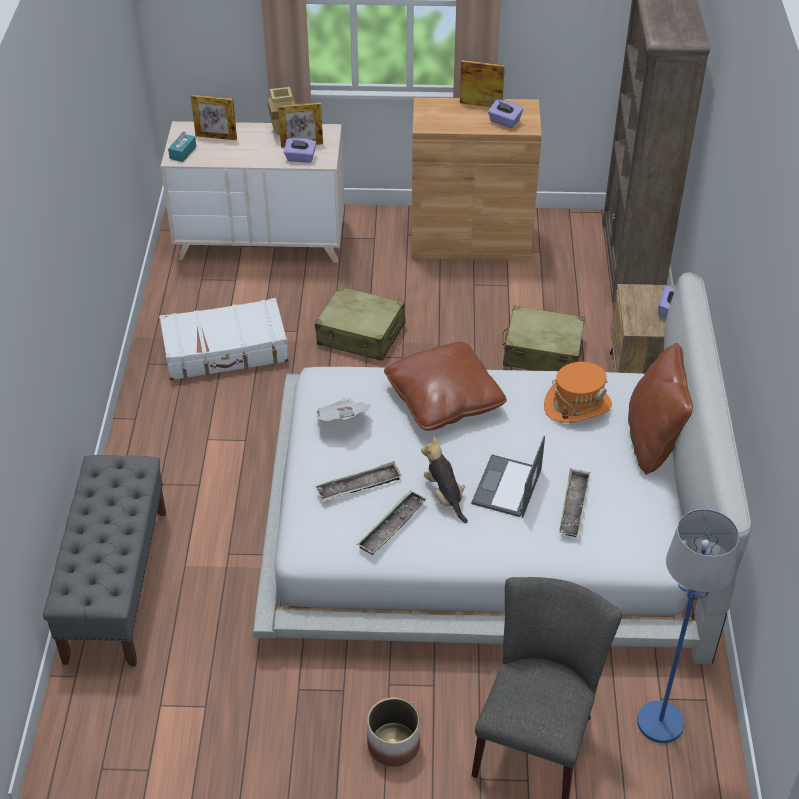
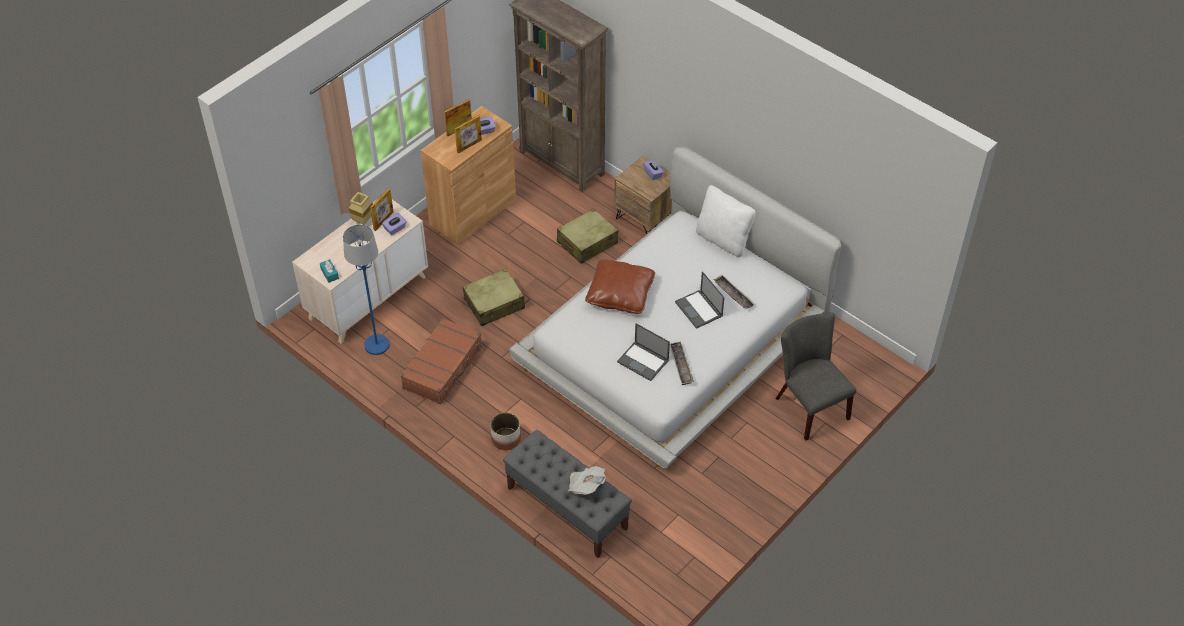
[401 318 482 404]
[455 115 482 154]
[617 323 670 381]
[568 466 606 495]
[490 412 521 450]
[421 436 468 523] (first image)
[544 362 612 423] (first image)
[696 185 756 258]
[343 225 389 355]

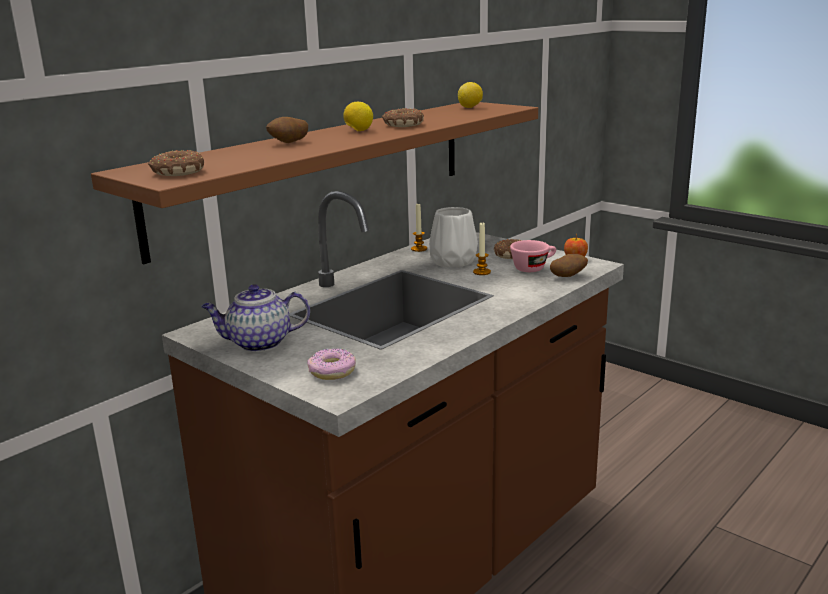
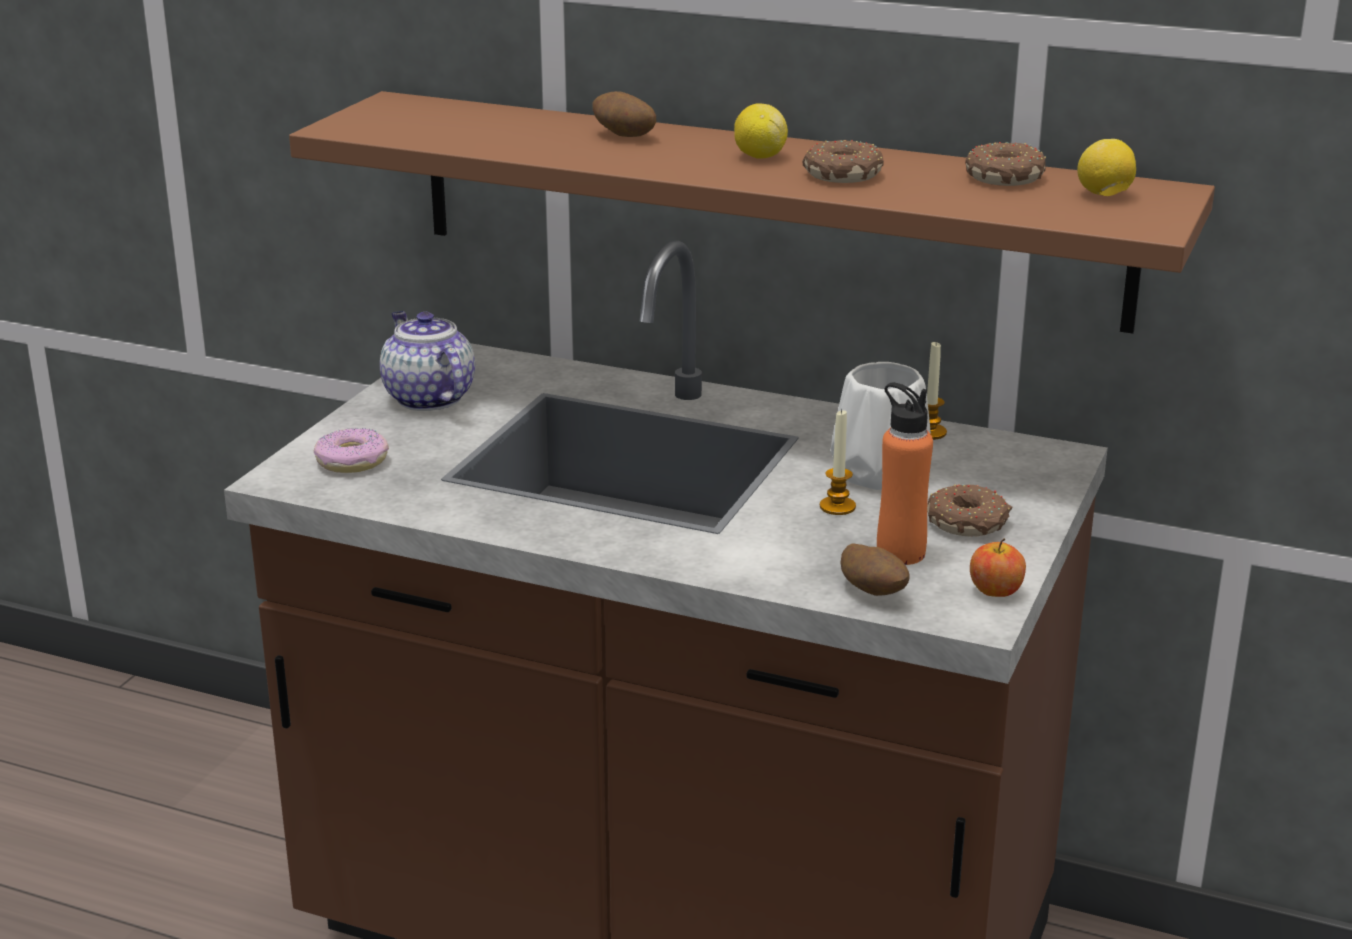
[965 142 1046 186]
[877 383 933 565]

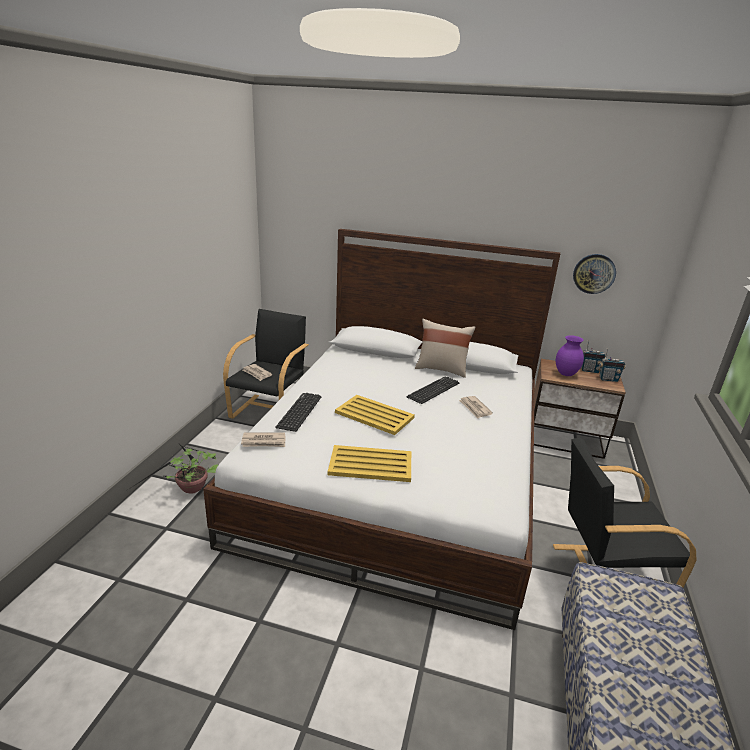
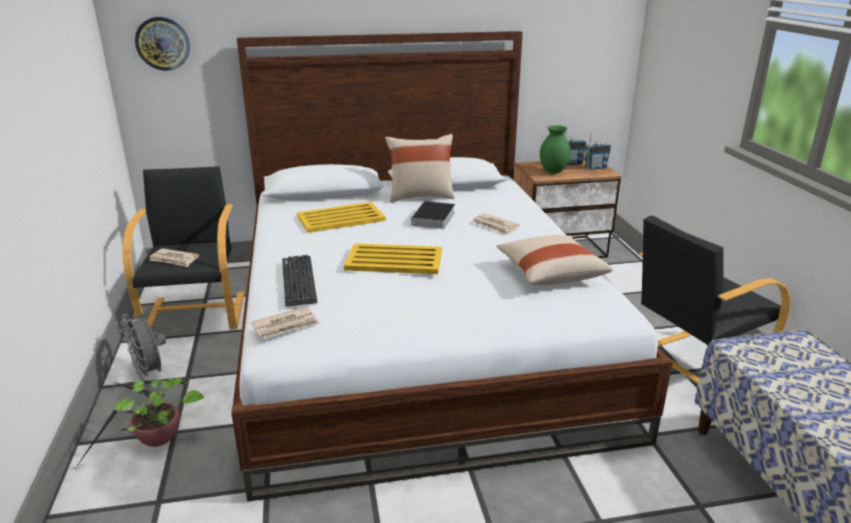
[297 202 386 233]
[411 201 455 229]
[540 125 571 174]
[135 17 190 71]
[121 313 166 381]
[496 235 613 285]

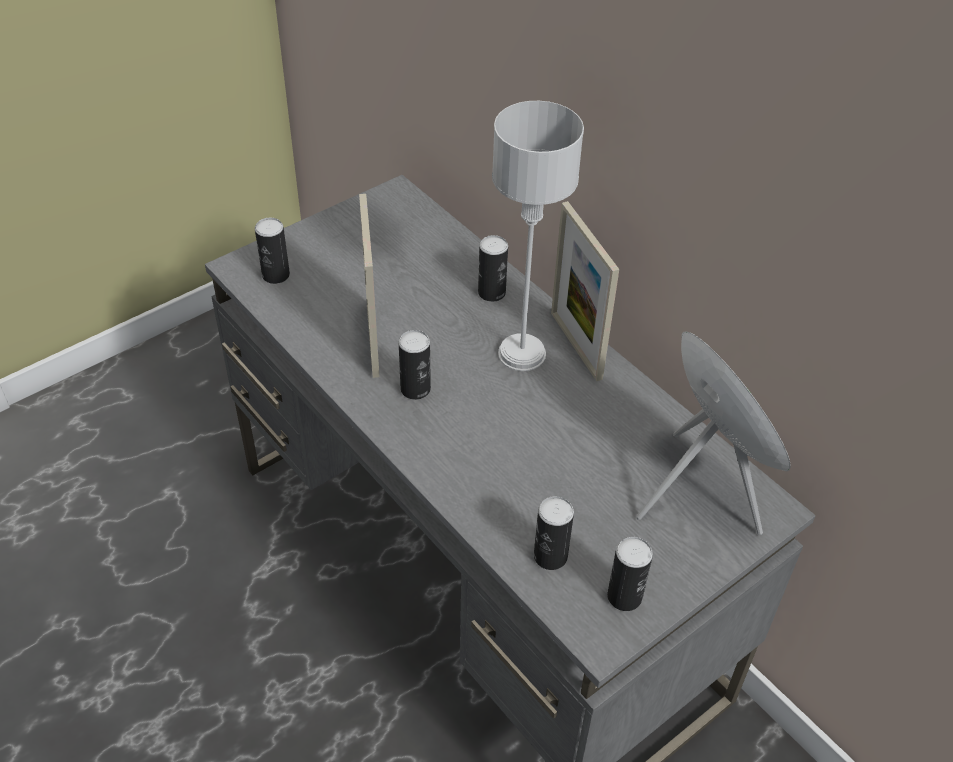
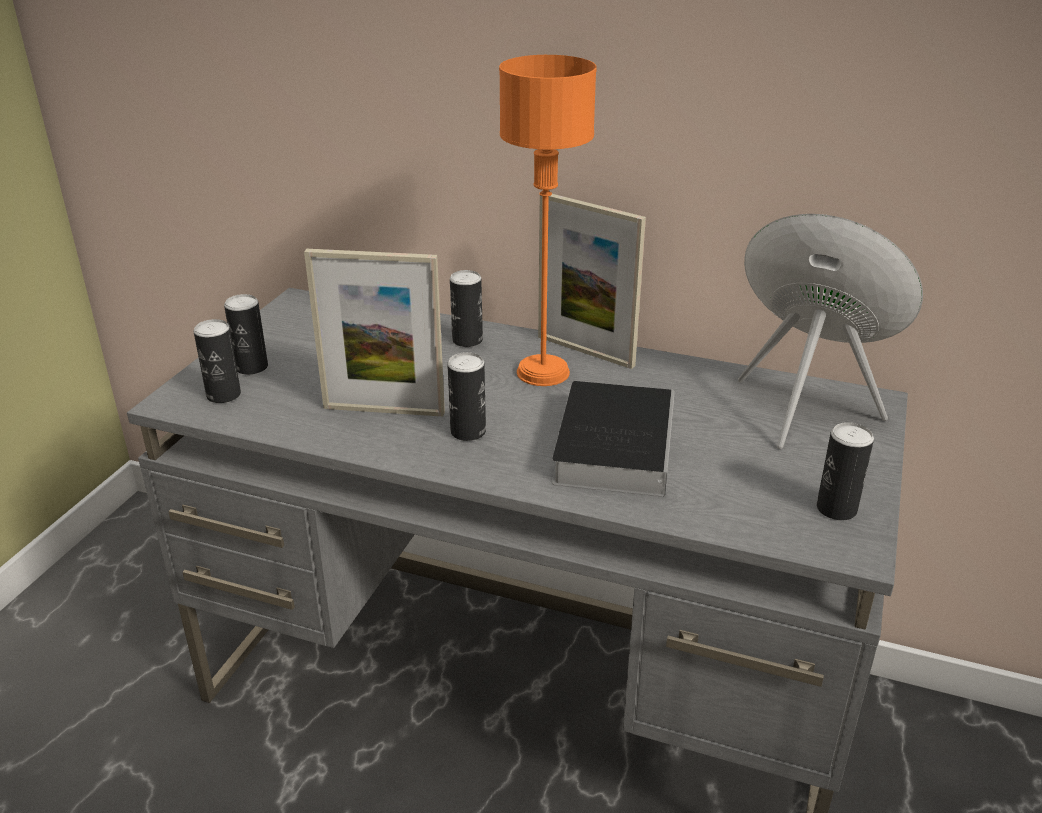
[304 249 445 416]
[499 55 597 386]
[224 294 268 375]
[552 381 675 497]

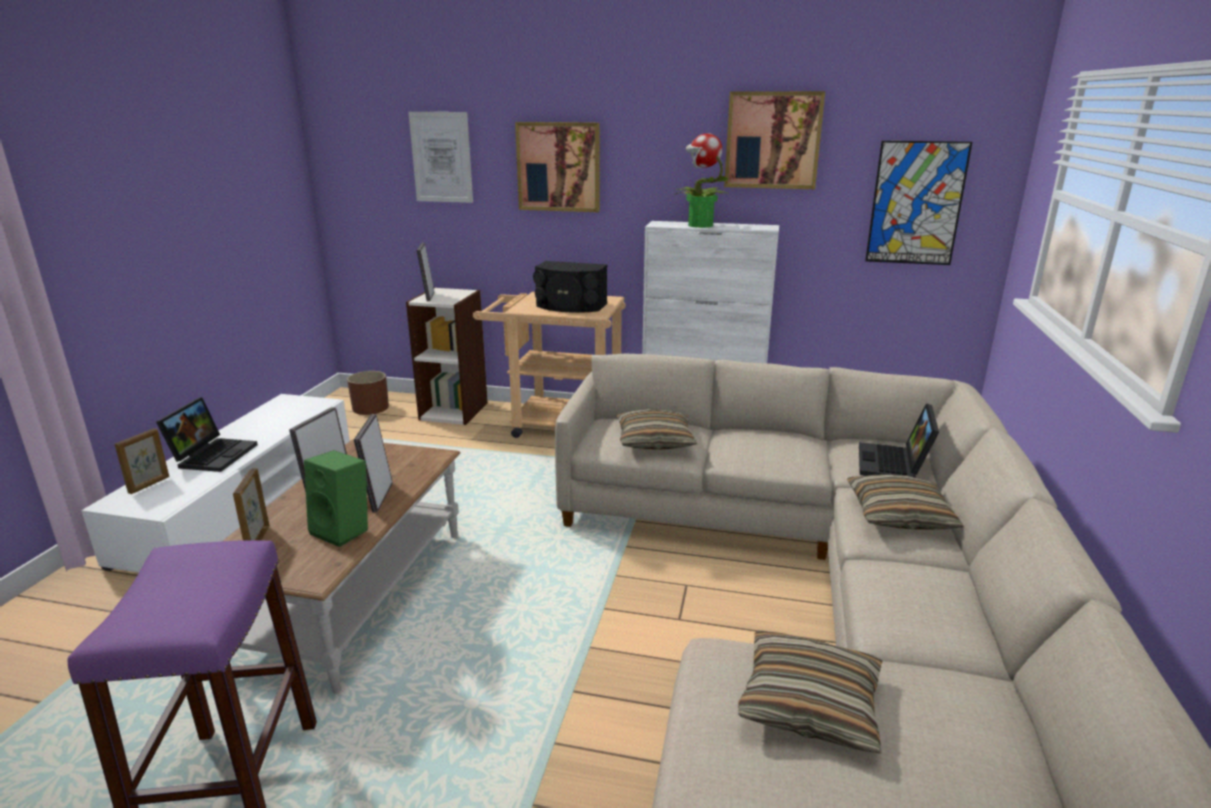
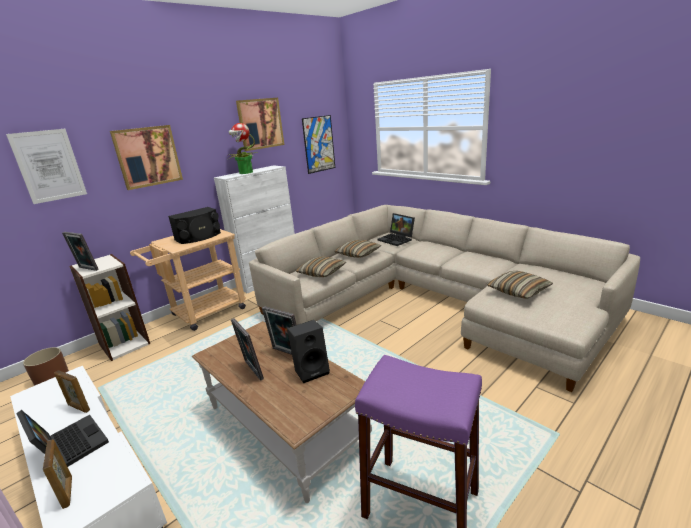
[54 370 90 413]
[287 320 330 383]
[334 240 381 258]

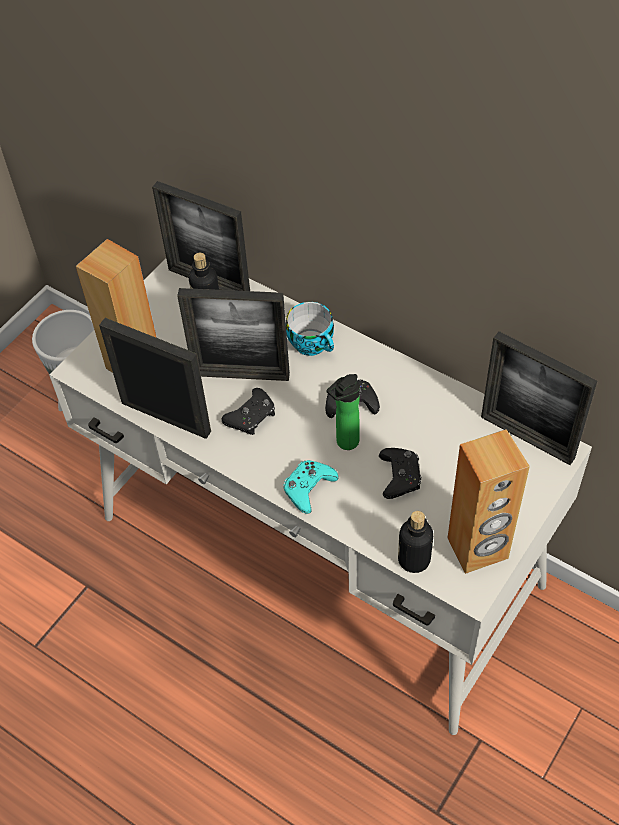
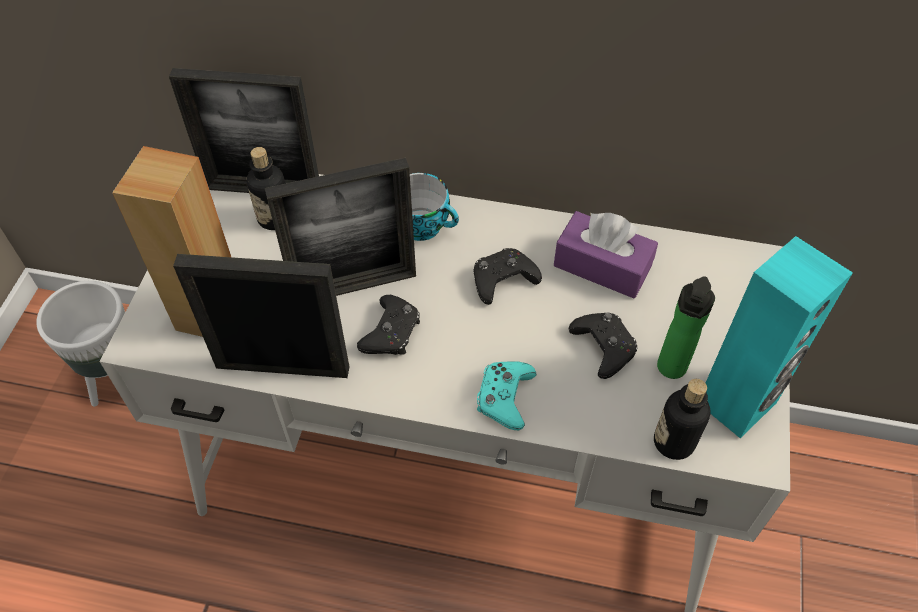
[657 276 715 379]
[706 236 853 438]
[481 331 598 465] (first image)
[554 211 658 298]

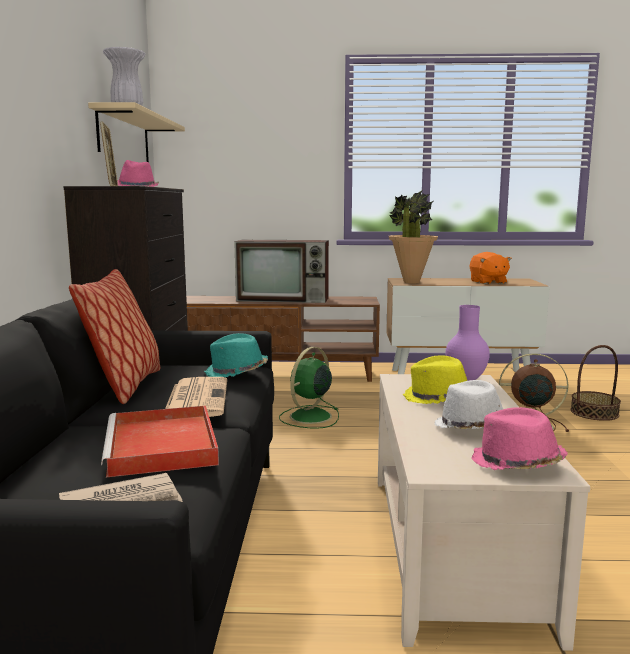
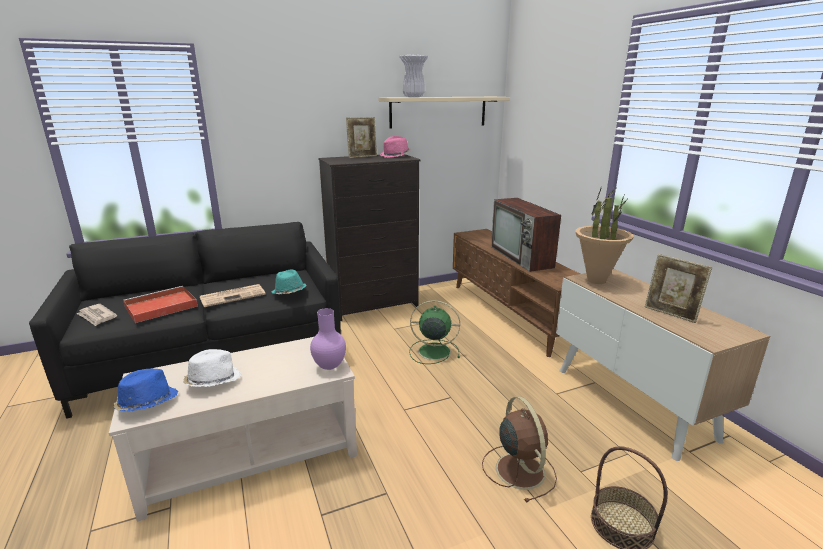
[69 269 161 404] (first image)
[403 355 467 404] (first image)
[645 254 712 323]
[114 368 178 411]

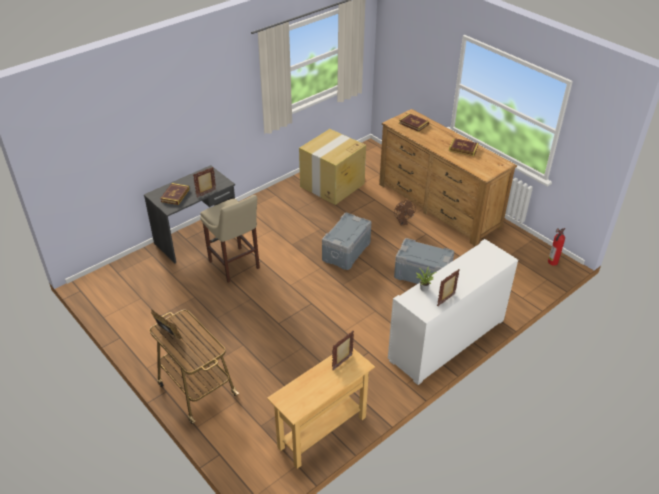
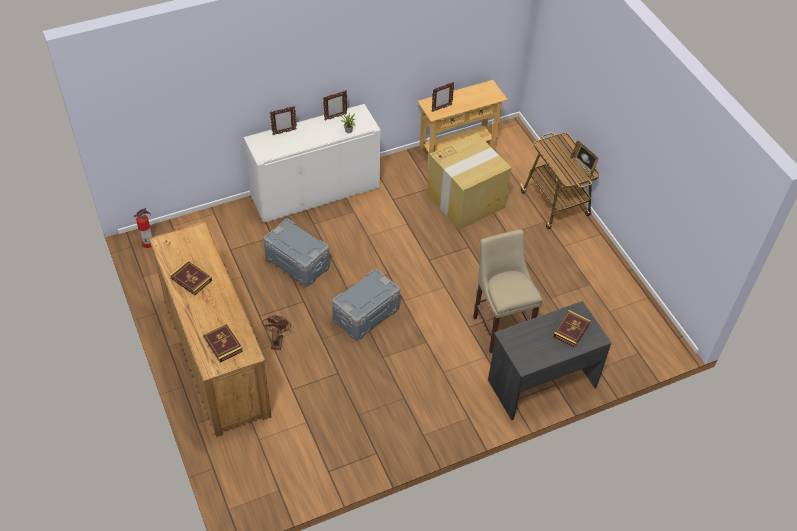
[270 106 297 135]
[427 133 512 230]

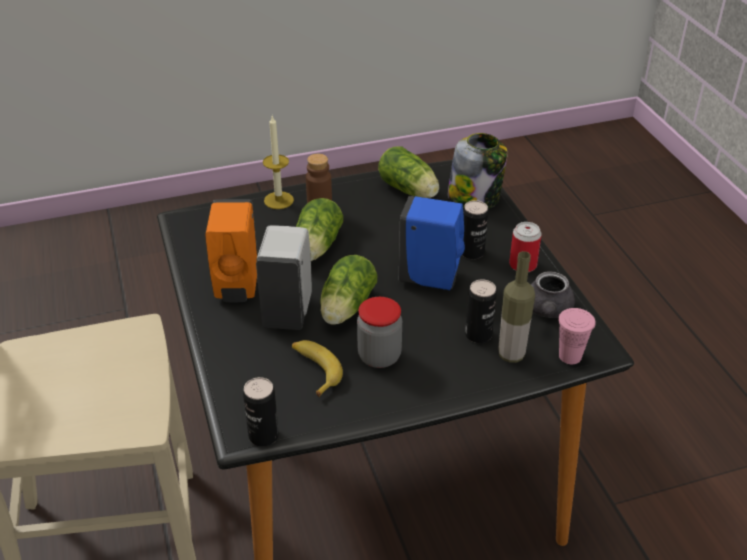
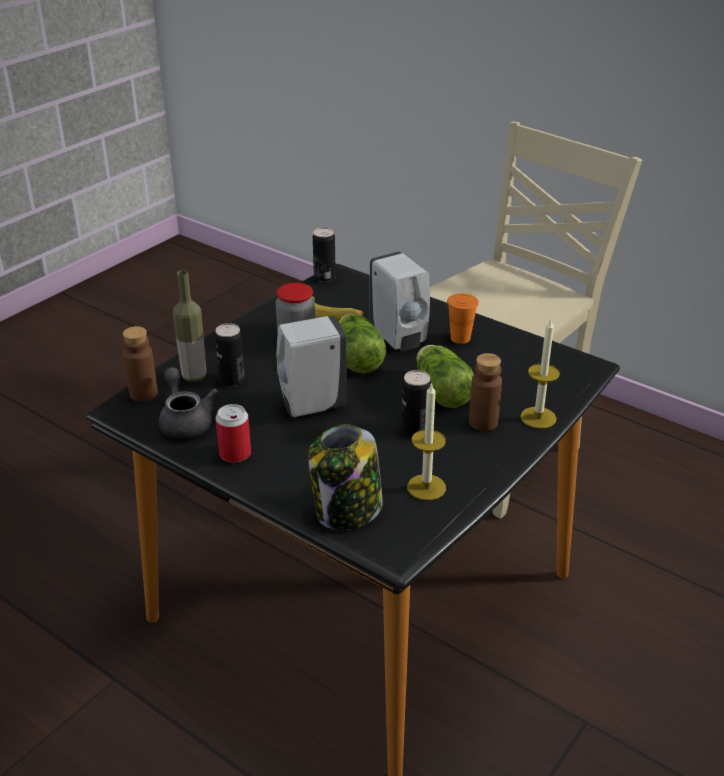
[447 293 479 344]
[407 382 446 500]
[276 316 347 417]
[402 370 431 437]
[123 326 158 402]

